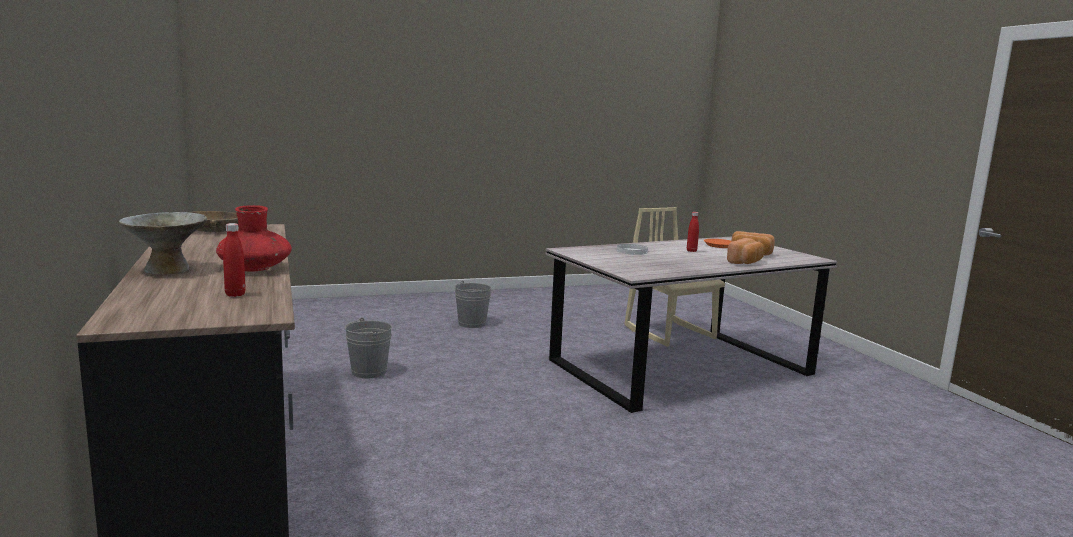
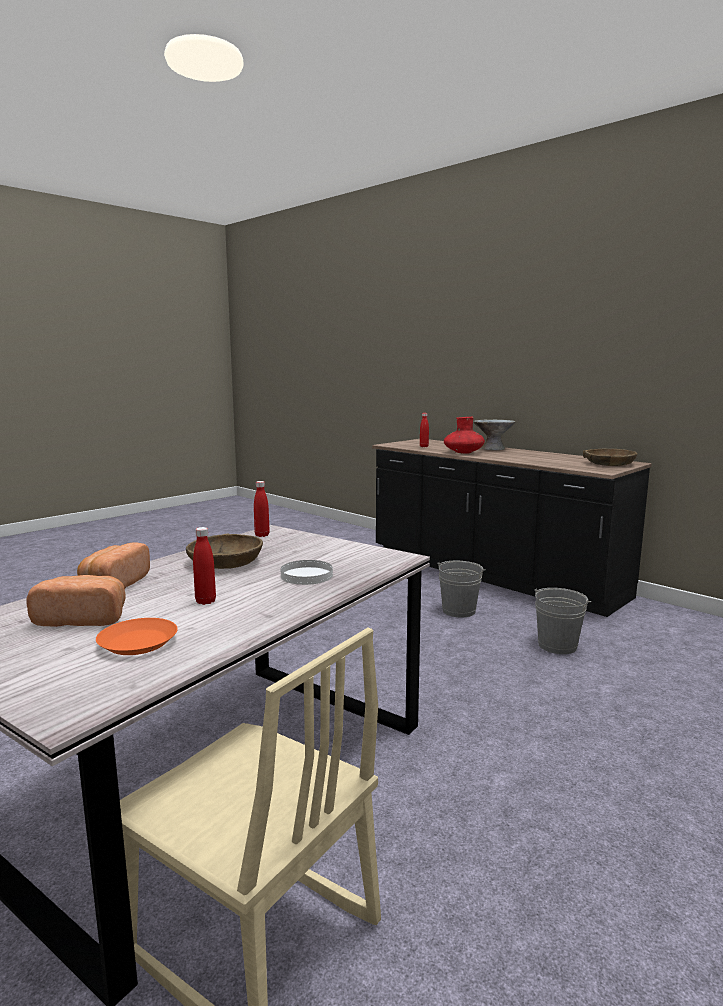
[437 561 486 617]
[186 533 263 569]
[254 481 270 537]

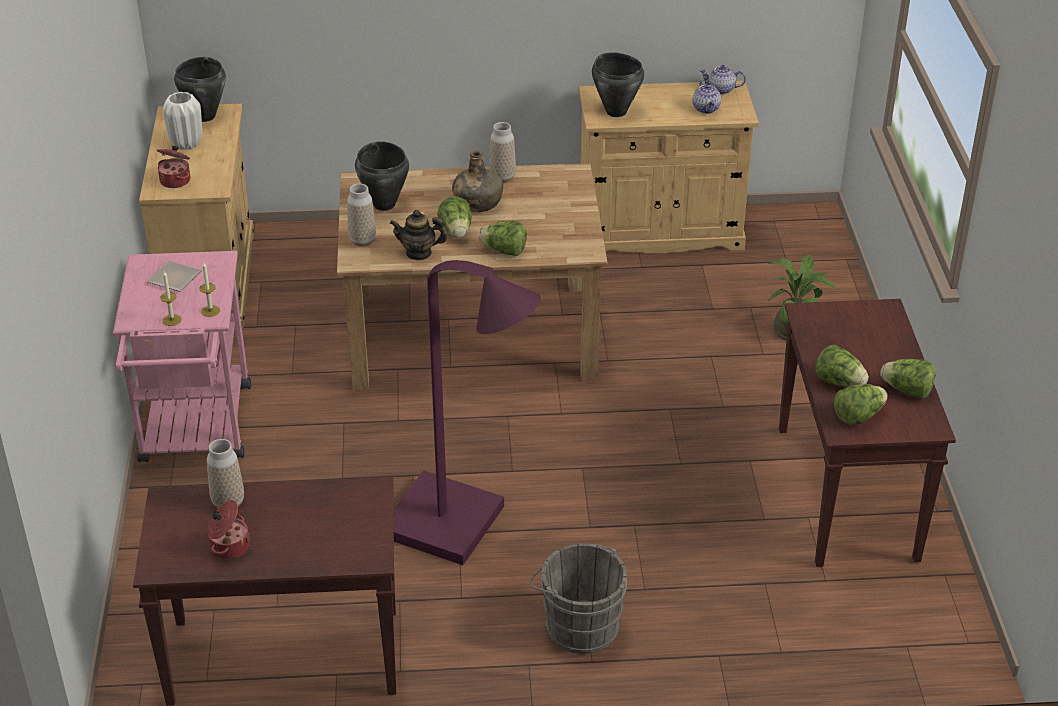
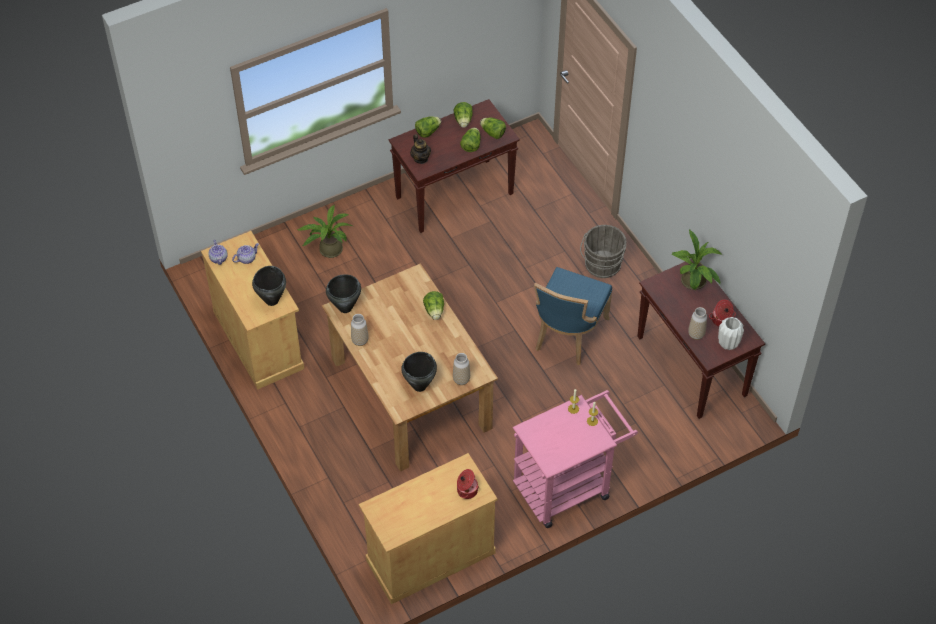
[147 261 202 292] (first image)
[718 317 744 350]
[326 274 361 313]
[410 134 431 164]
[534 267 612 365]
[415 116 441 138]
[452 151 503 212] (first image)
[671 230 722 290]

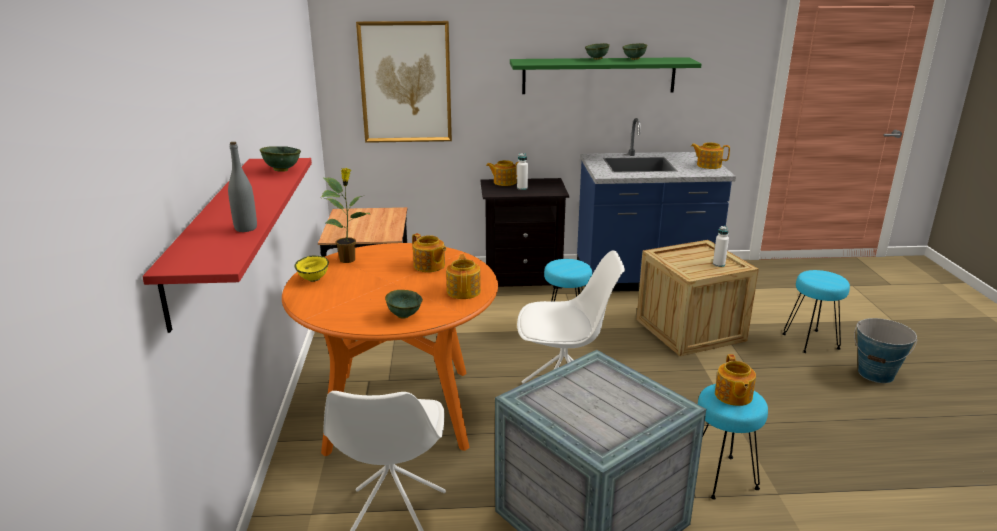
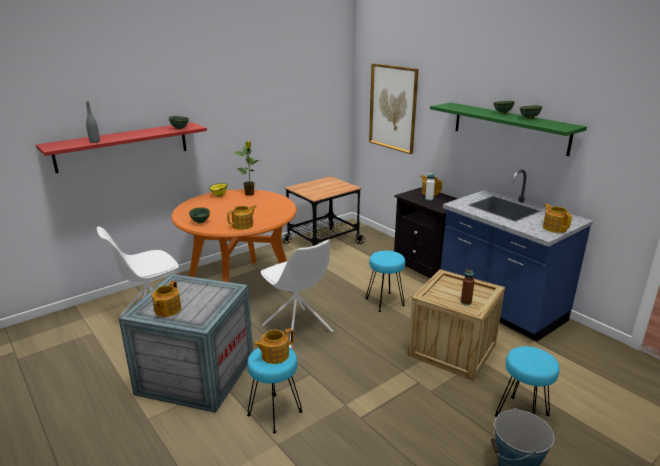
[152 281 181 317]
[461 270 475 305]

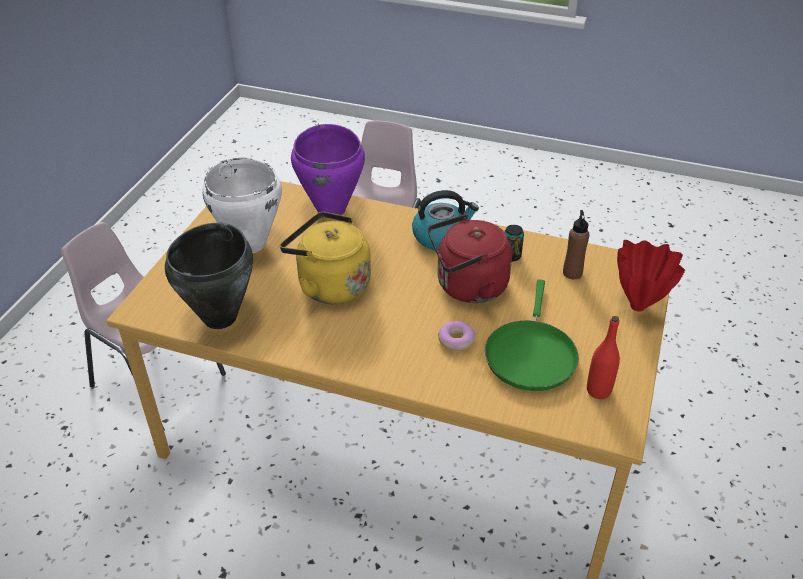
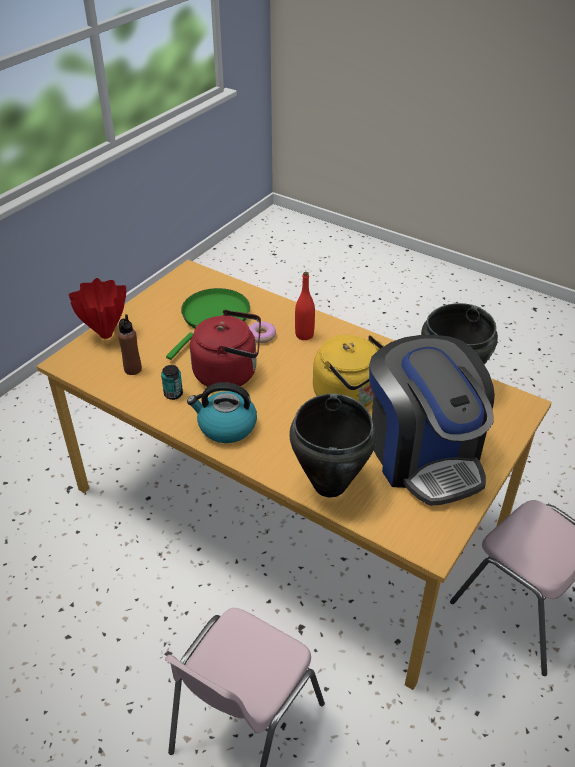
[369 335 495 506]
[290 393 376 497]
[295 272 315 340]

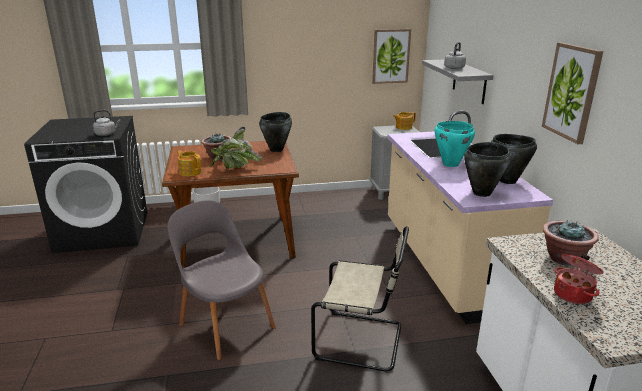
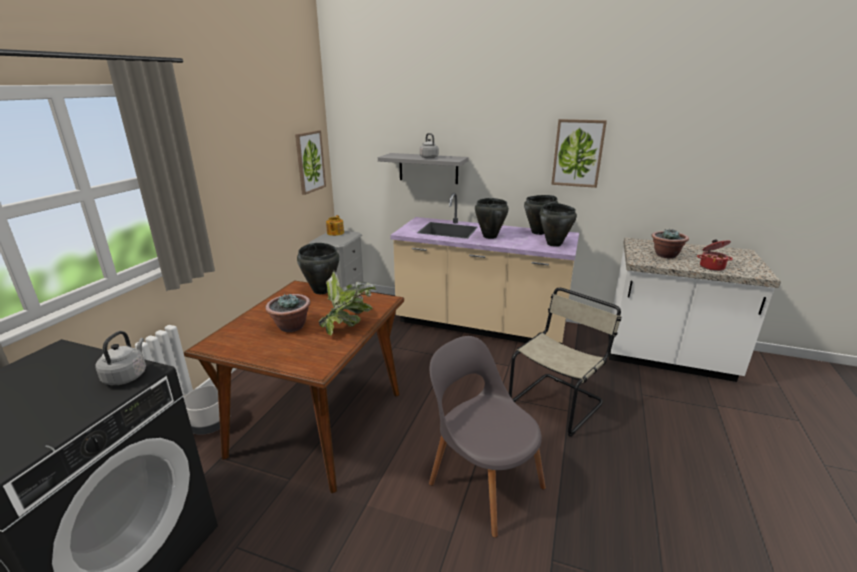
[429 336 546 538]
[177 150 202 176] (first image)
[475 198 509 239]

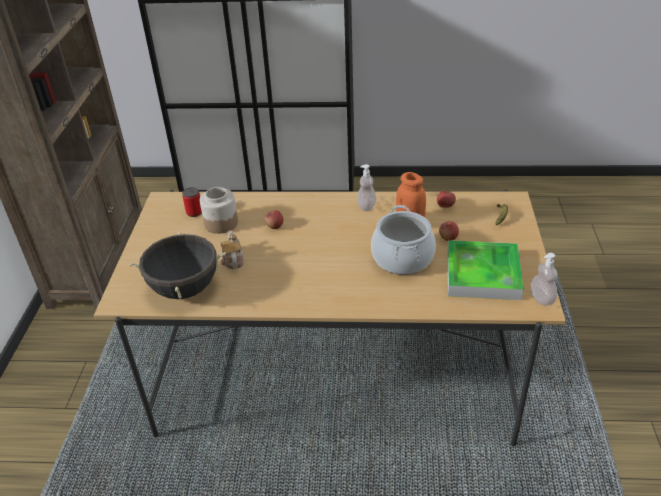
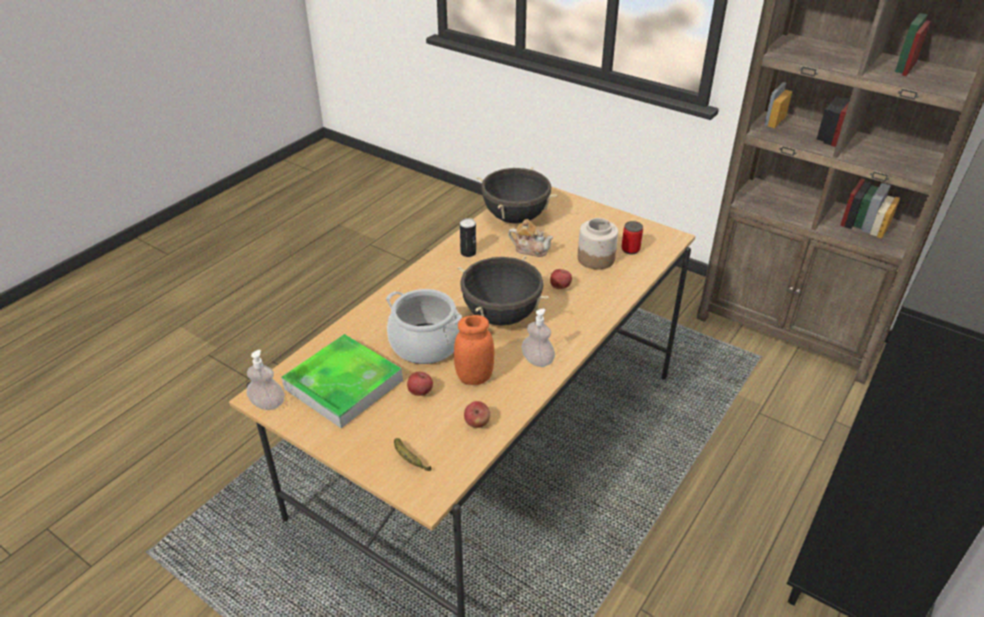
[457 255 549 326]
[460 218 476 257]

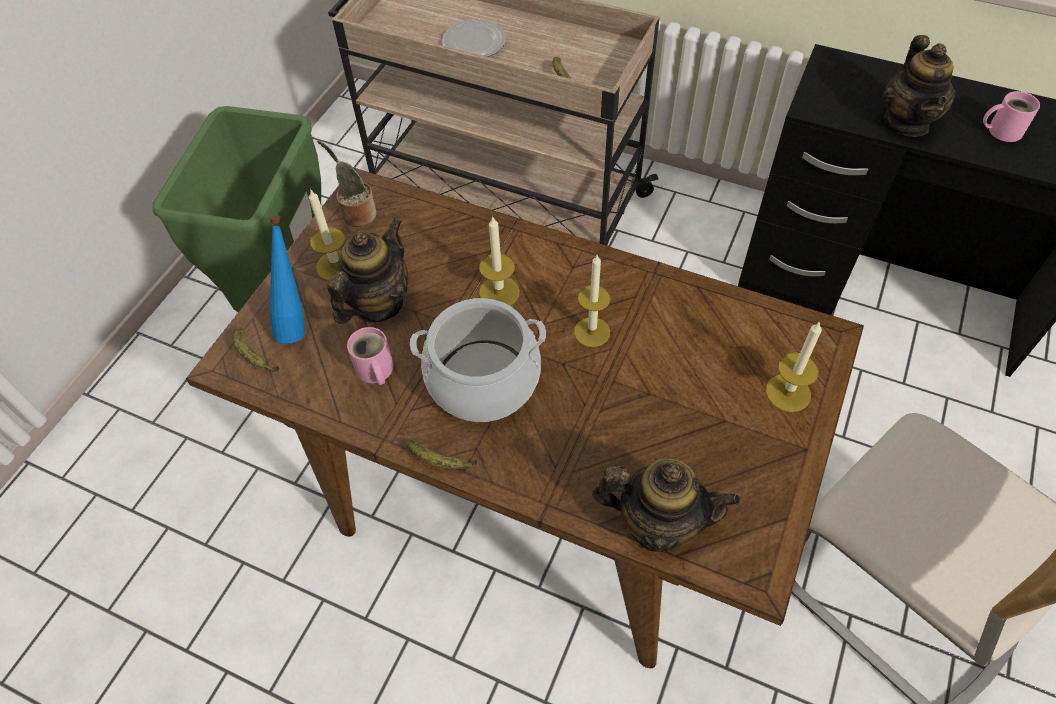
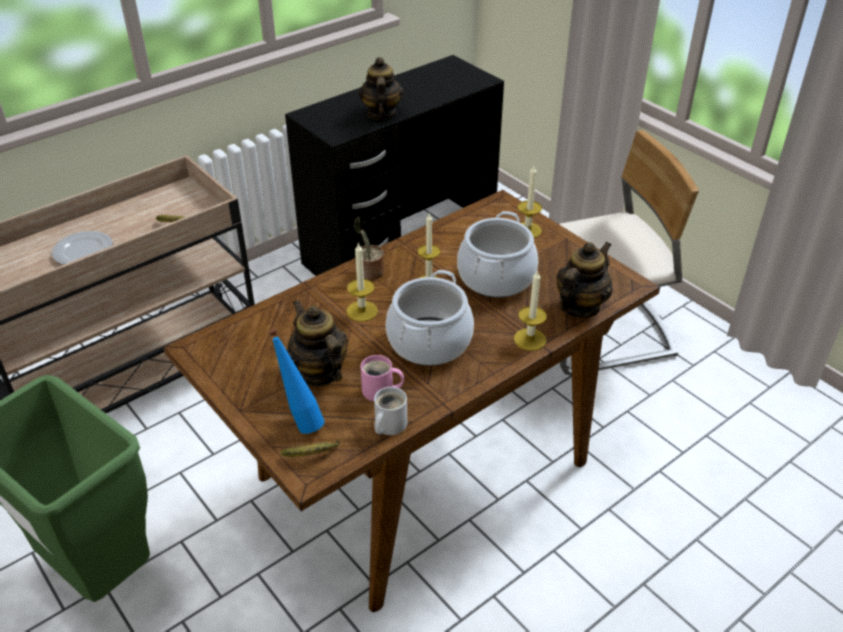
[514 270 547 351]
[354 217 384 280]
[406 440 477 469] (first image)
[358 57 404 120]
[983 91 1040 142] (first image)
[374 387 407 435]
[457 211 538 297]

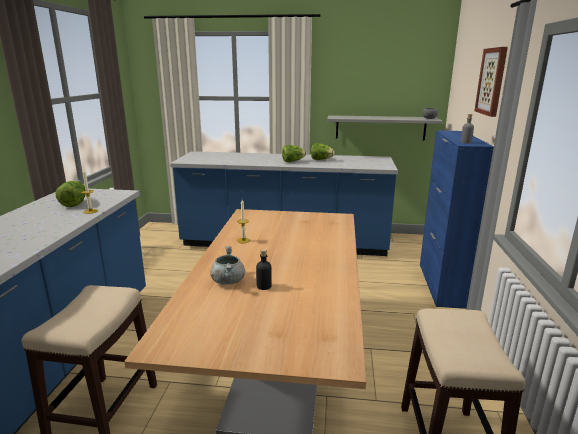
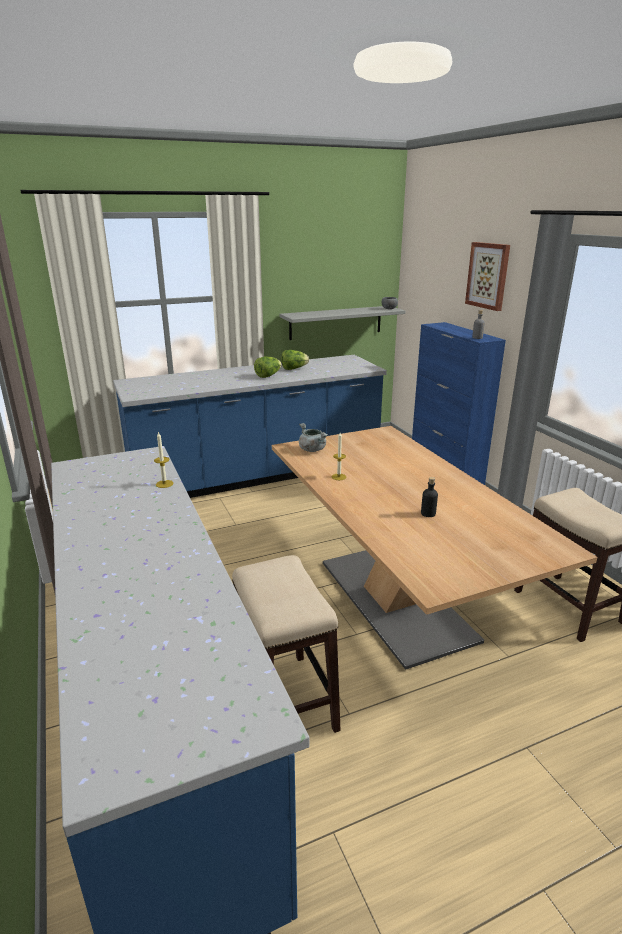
[56 181 86 207] (first image)
[299 423 328 452]

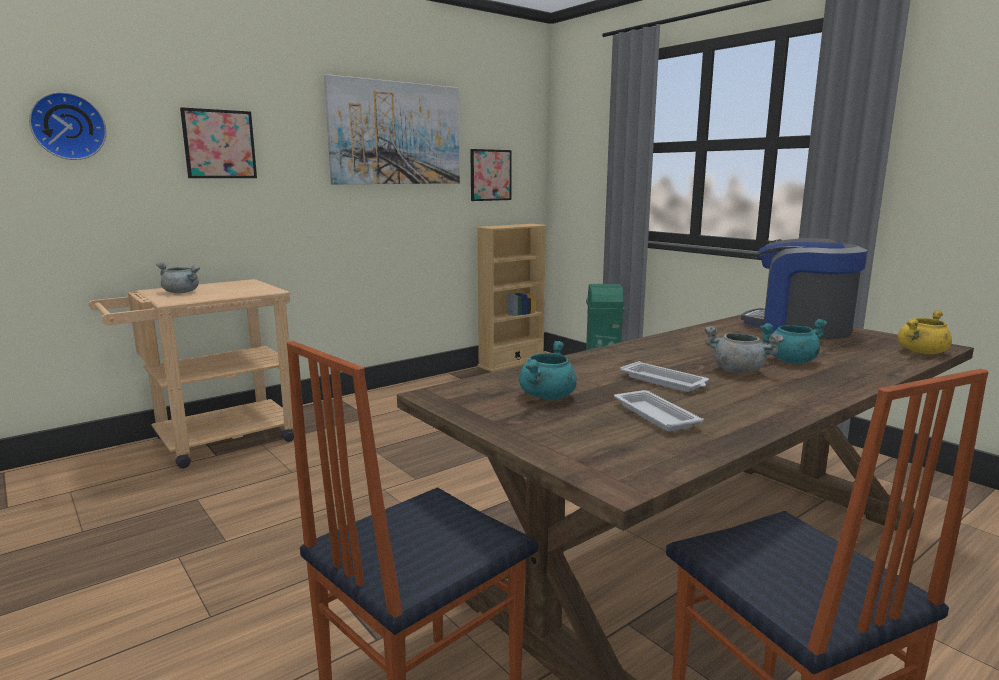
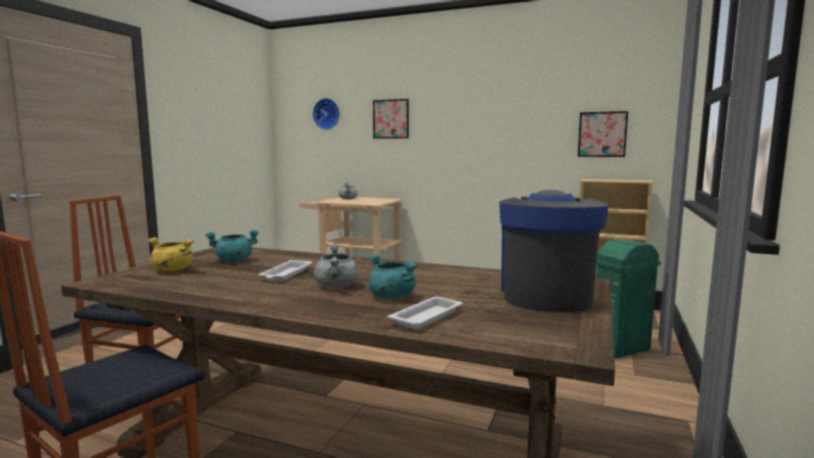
[324 74 460 184] (first image)
[388 297 463 329]
[148 237 194 272]

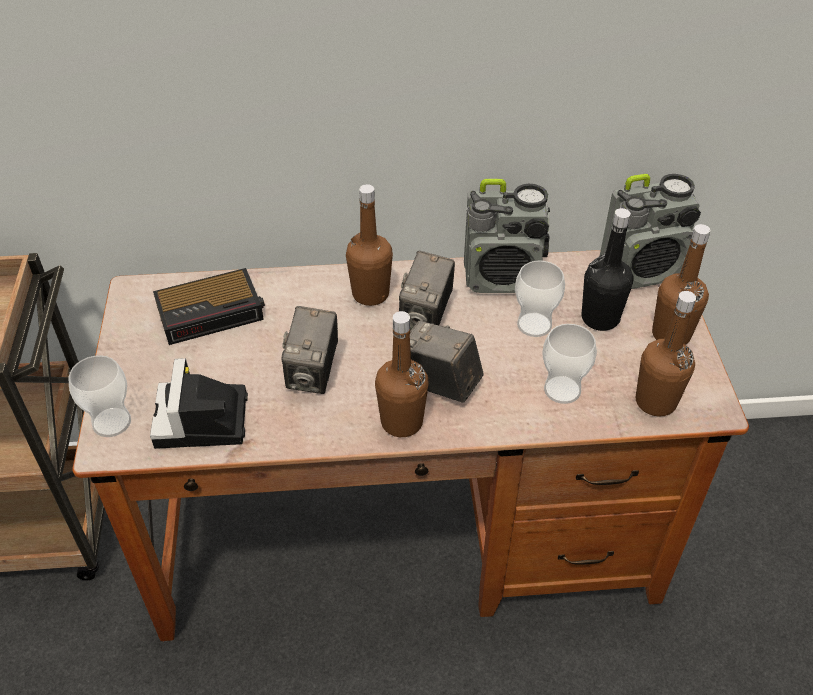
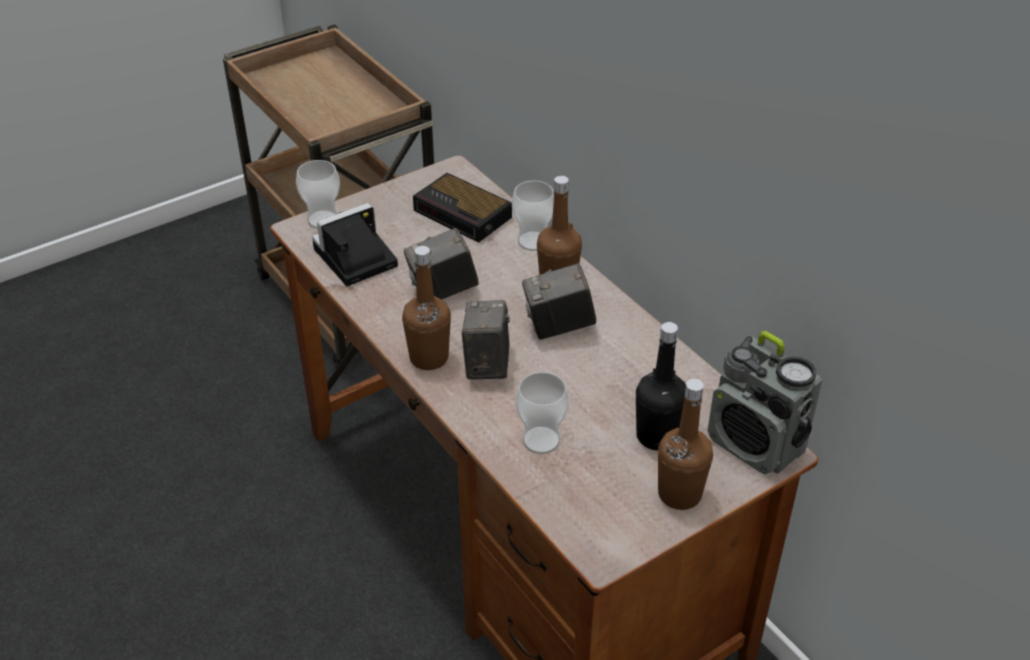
[464 179 550 293] (first image)
[512 180 554 251]
[636 291 696 417] (first image)

